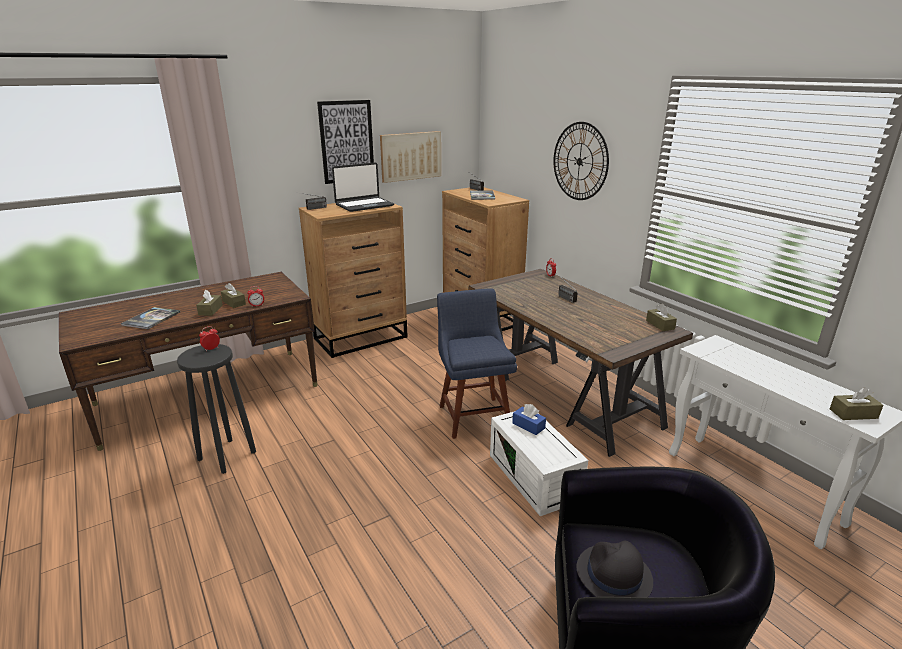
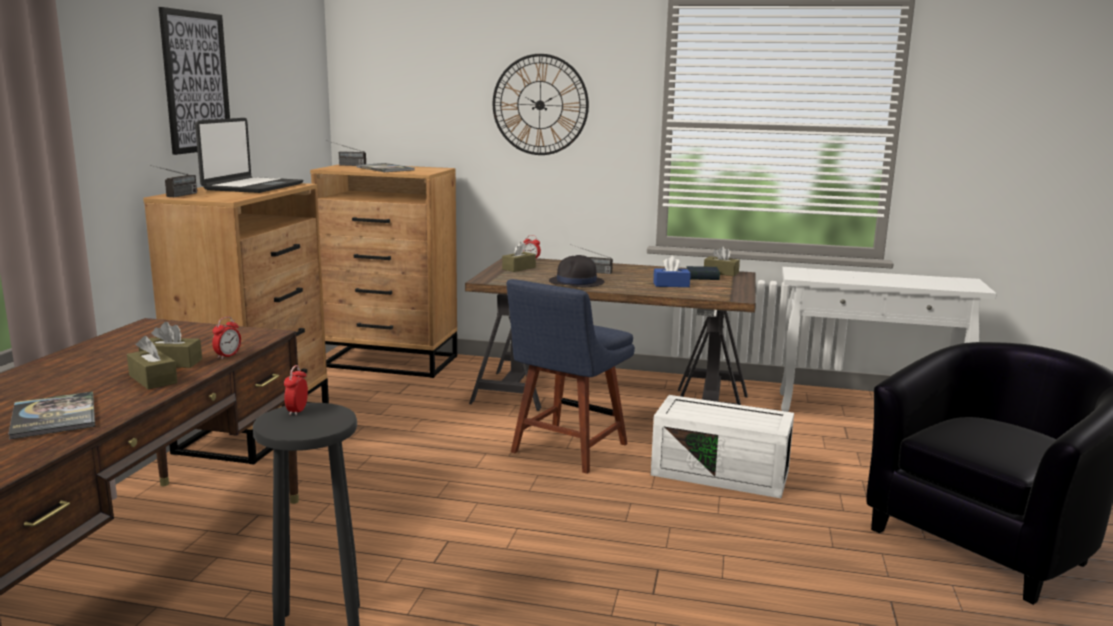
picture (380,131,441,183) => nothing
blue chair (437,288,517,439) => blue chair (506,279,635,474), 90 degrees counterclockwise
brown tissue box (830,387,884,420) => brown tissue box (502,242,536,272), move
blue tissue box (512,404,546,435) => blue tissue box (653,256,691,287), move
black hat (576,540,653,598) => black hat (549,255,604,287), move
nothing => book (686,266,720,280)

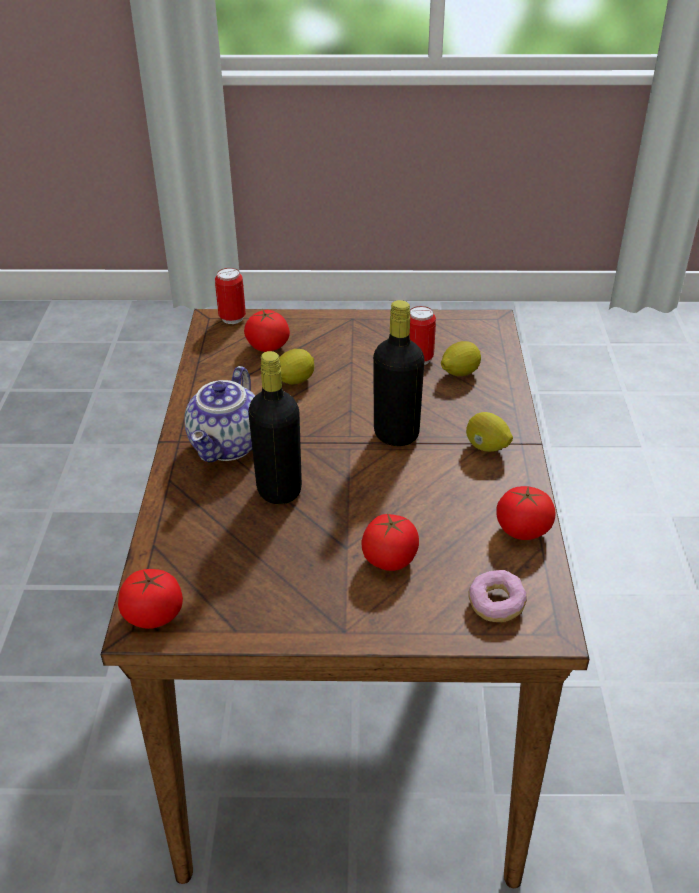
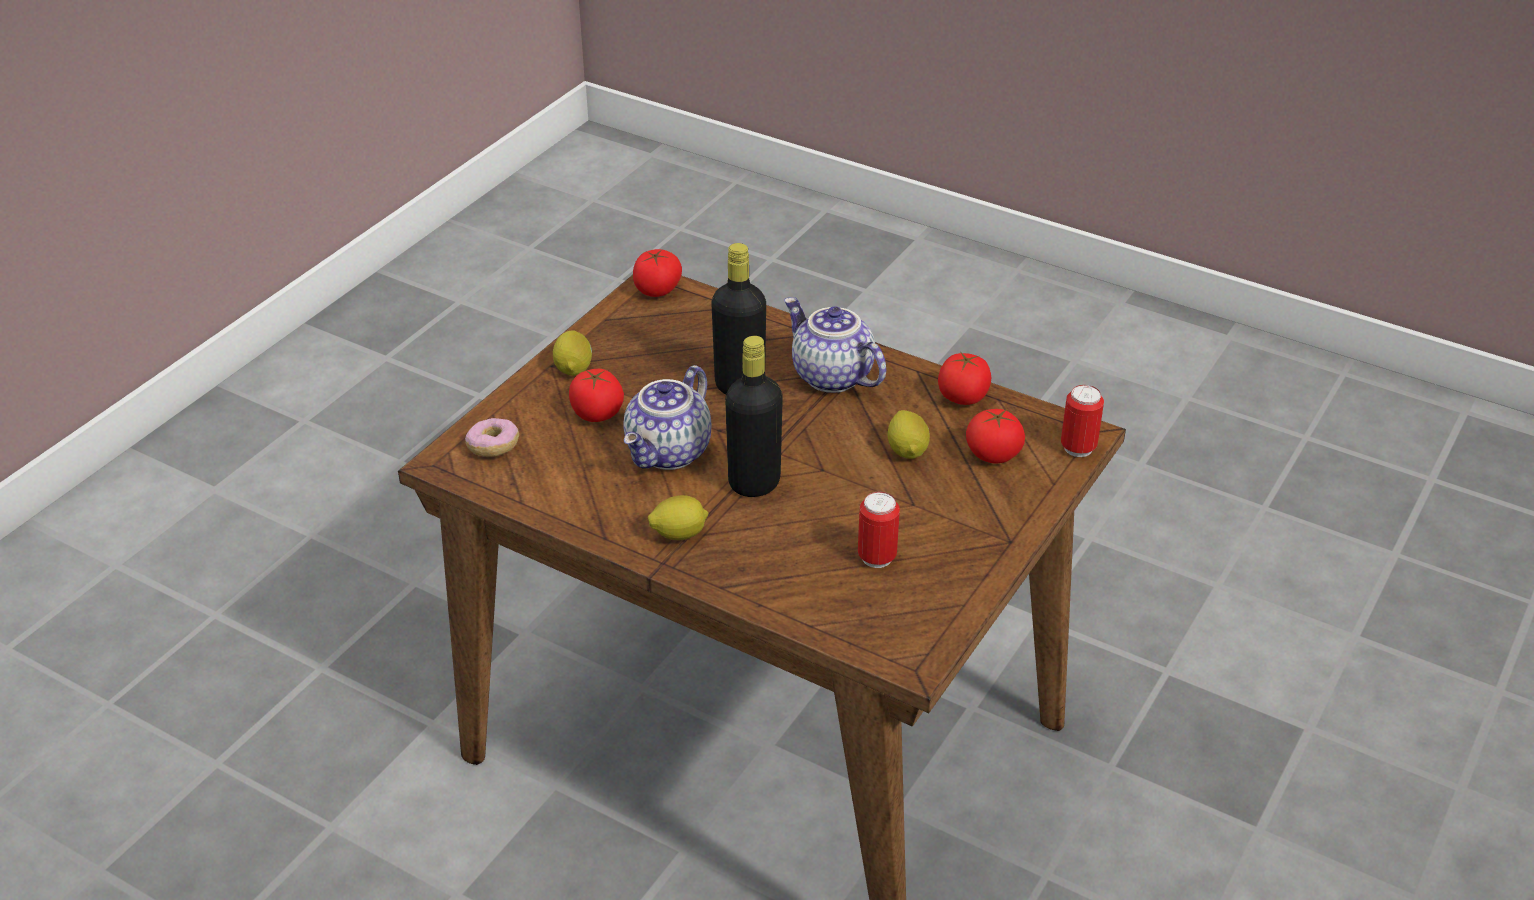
lemon (441,341,481,376) => lemon (553,330,592,376), move
tomato (496,486,556,540) => tomato (938,352,991,405), move
nothing => teapot (623,365,711,470)

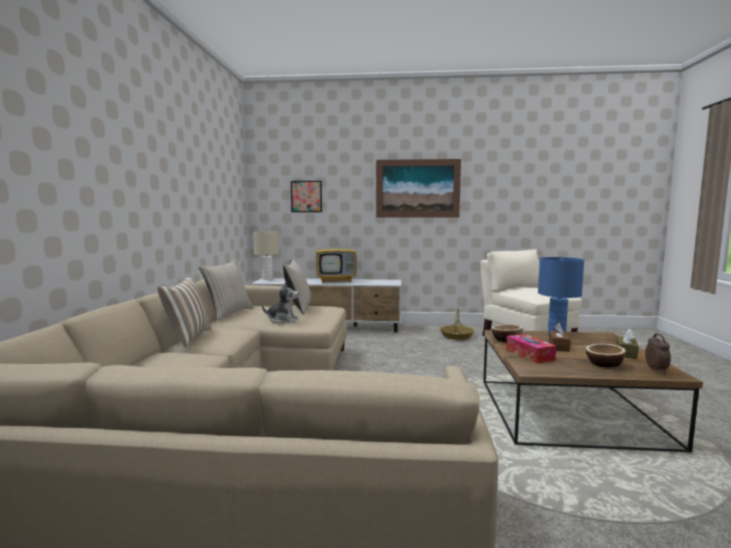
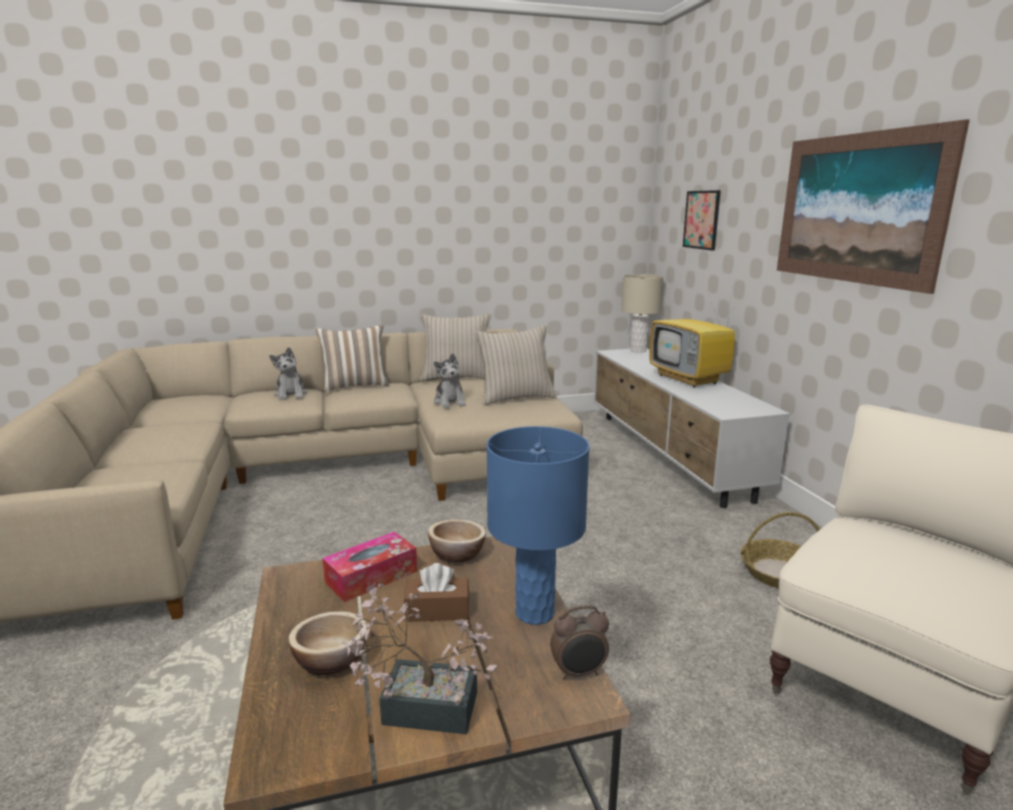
brown tissue box (616,329,639,359) => potted plant (343,583,497,734)
alarm clock (645,334,671,373) => alarm clock (550,605,609,680), move
nothing => plush toy (269,347,307,400)

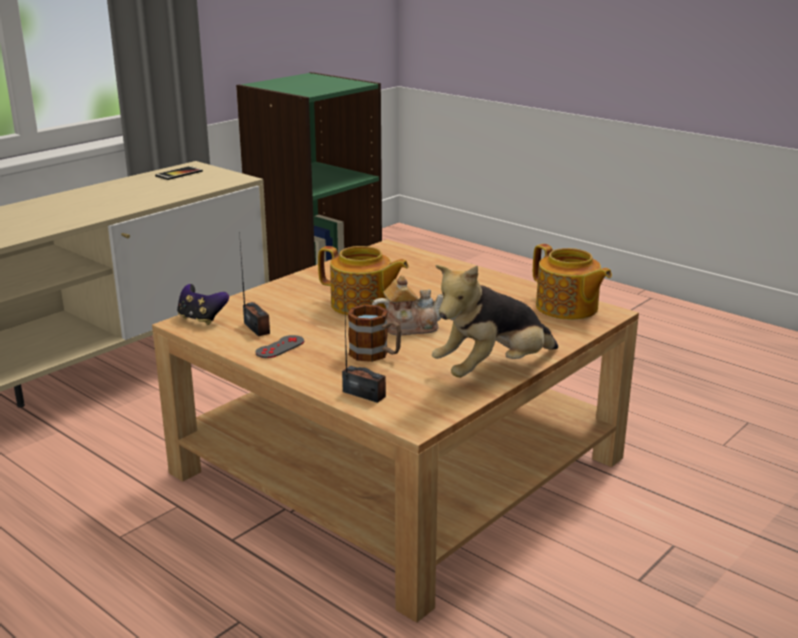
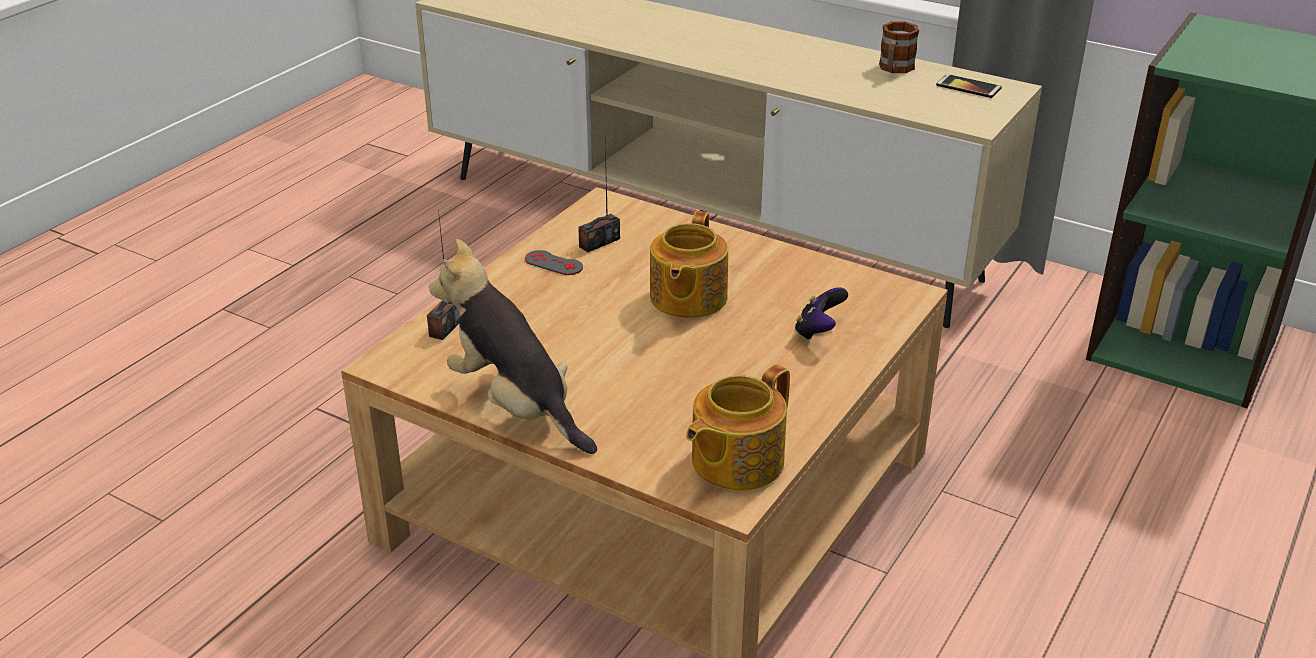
teapot (372,275,443,335) => nothing
game controller (177,284,229,325) => game controller (795,287,848,341), move
mug (348,305,402,362) => mug (879,21,919,73), move

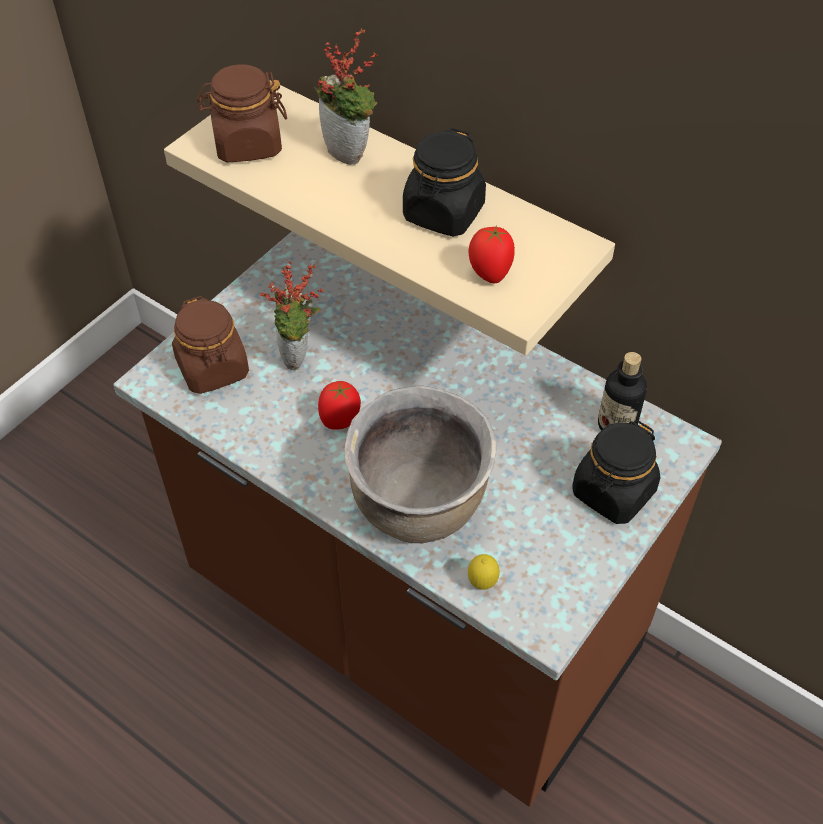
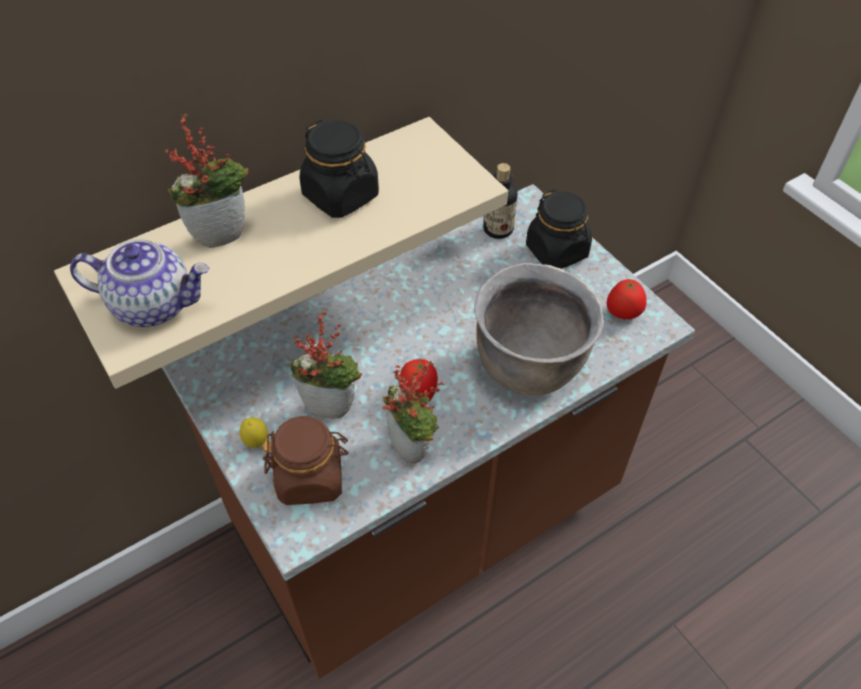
brown jar (197,64,287,162) => teapot (70,239,210,327)
tomato (469,225,515,283) => tomato (607,279,647,320), move
lemon (468,554,500,590) => lemon (240,417,268,448), move
nothing => potted plant (382,361,445,464)

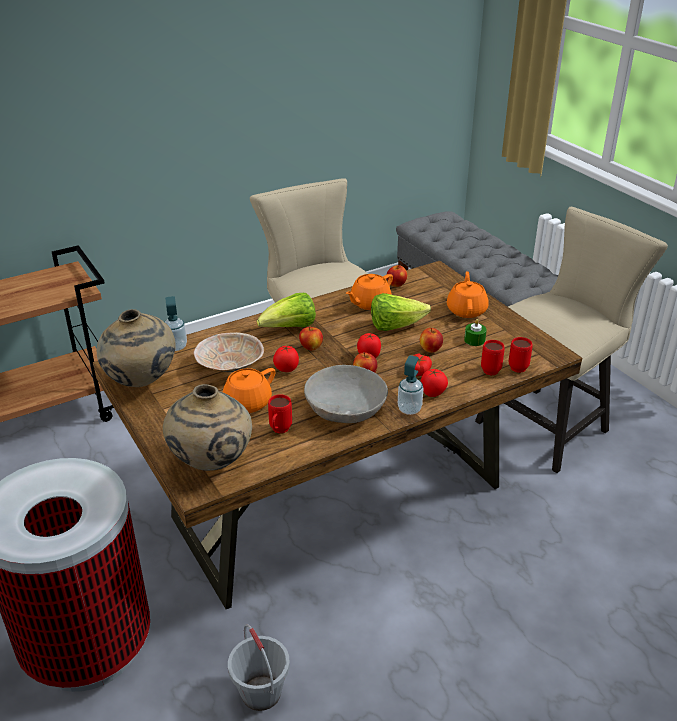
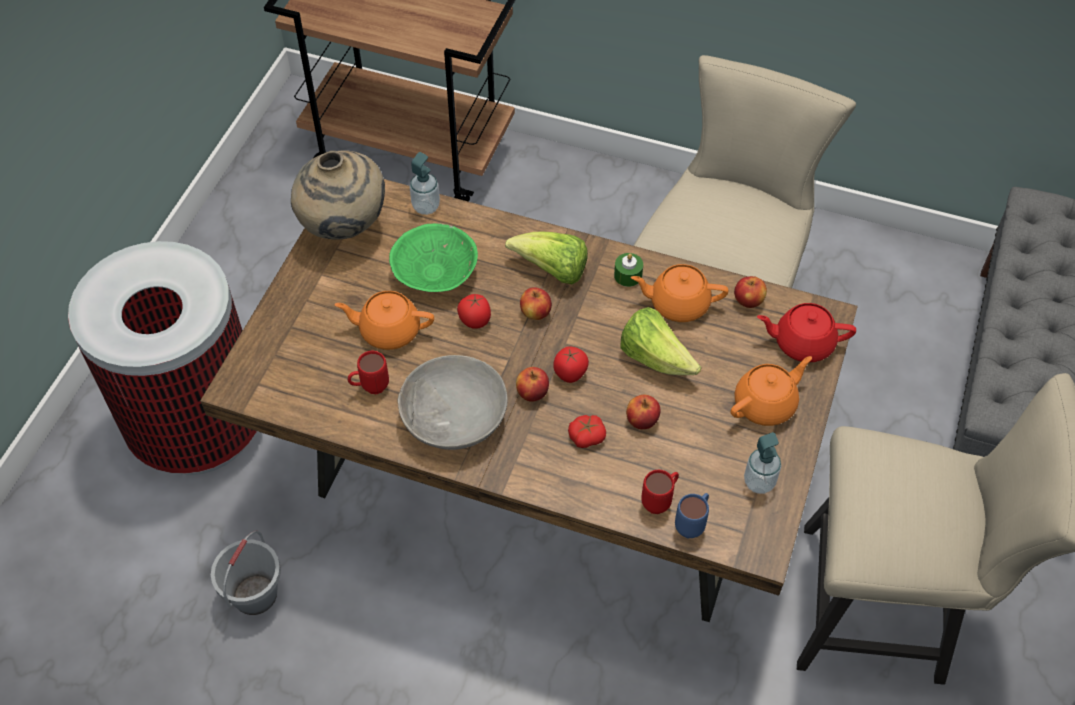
green candle (464,319,487,346) => green candle (614,253,643,287), move
beige bowl (193,332,264,372) => green bowl (389,223,478,292)
red mug (509,337,533,373) => blue mug (675,493,709,538)
soap dispenser (398,355,423,415) => soap dispenser (744,432,782,494), move
tomato (421,369,448,397) => nothing
beige vase (163,384,252,471) => nothing
nothing => red teapot (757,303,856,362)

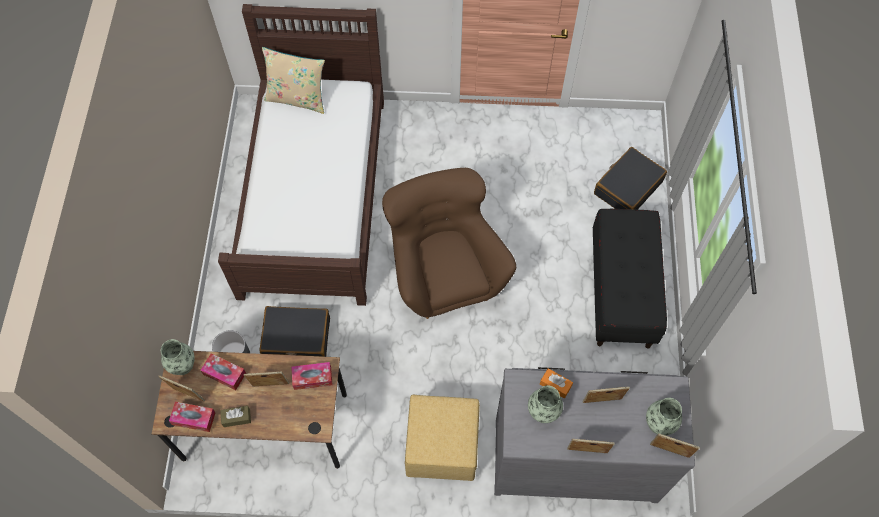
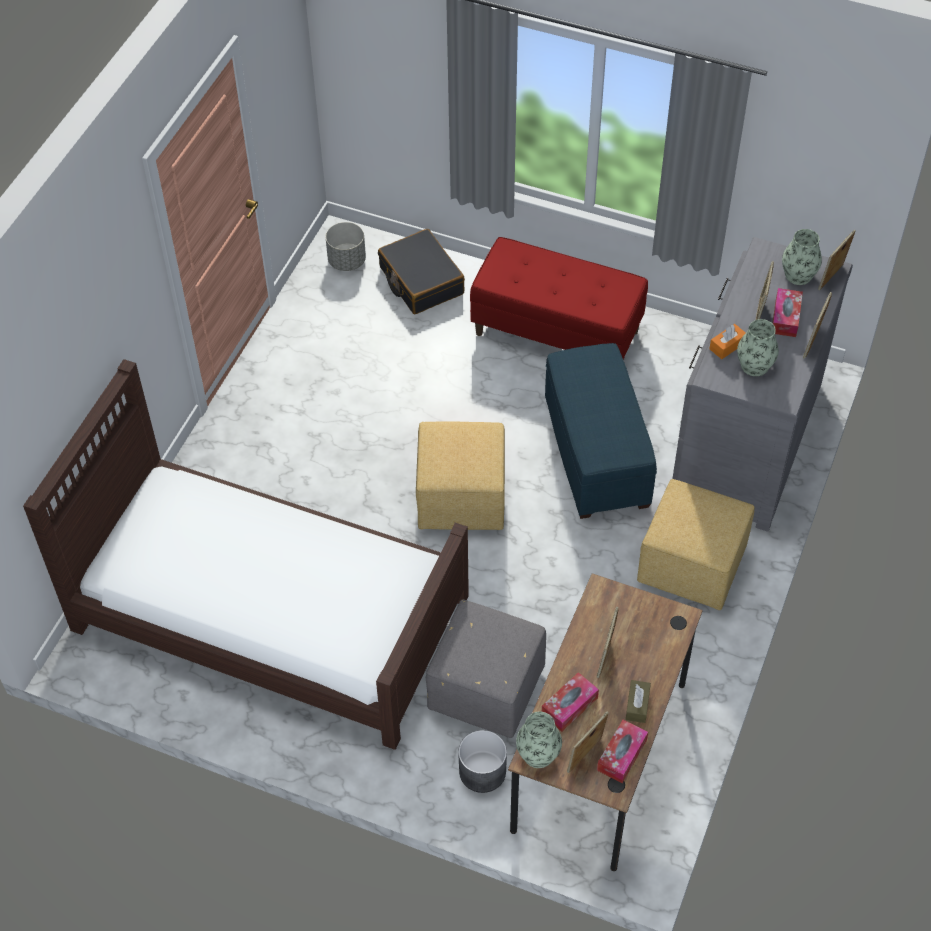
beige pillow (262,47,325,114) => nothing
brown armchair (382,168,516,319) => yellow ottoman (416,422,505,530)
black bench (593,209,667,348) => red bench (470,237,648,359)
black suitcase (259,306,330,357) => grey ottoman (426,599,546,738)
tissue box (291,362,333,390) => tissue box (772,288,803,337), move
nothing => grey planter (325,222,366,271)
nothing => blue ottoman (545,343,657,519)

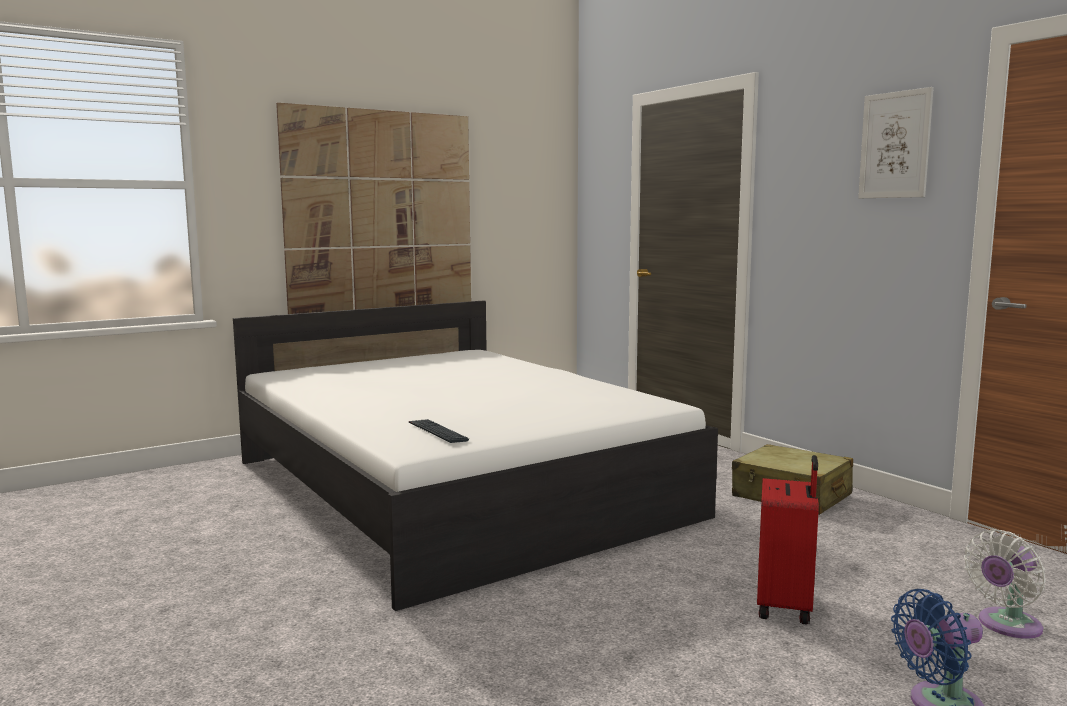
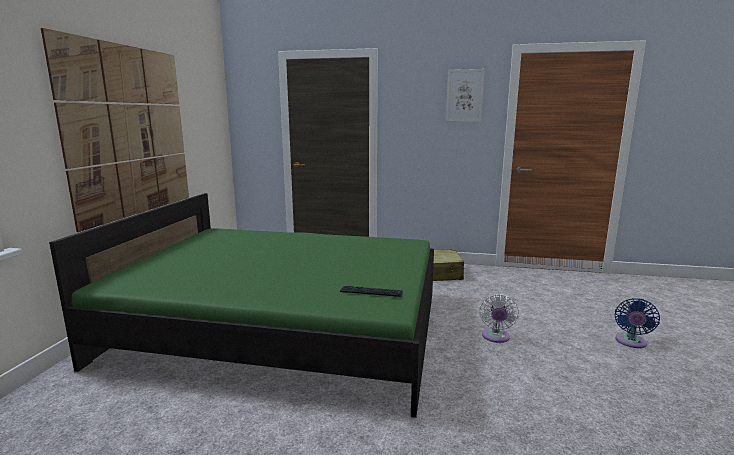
white bed (233,301,718,611) => green bed (49,193,434,418)
red suitcase (757,455,819,625) => nothing
white fan (964,530,1046,639) => white fan (480,294,519,343), move

